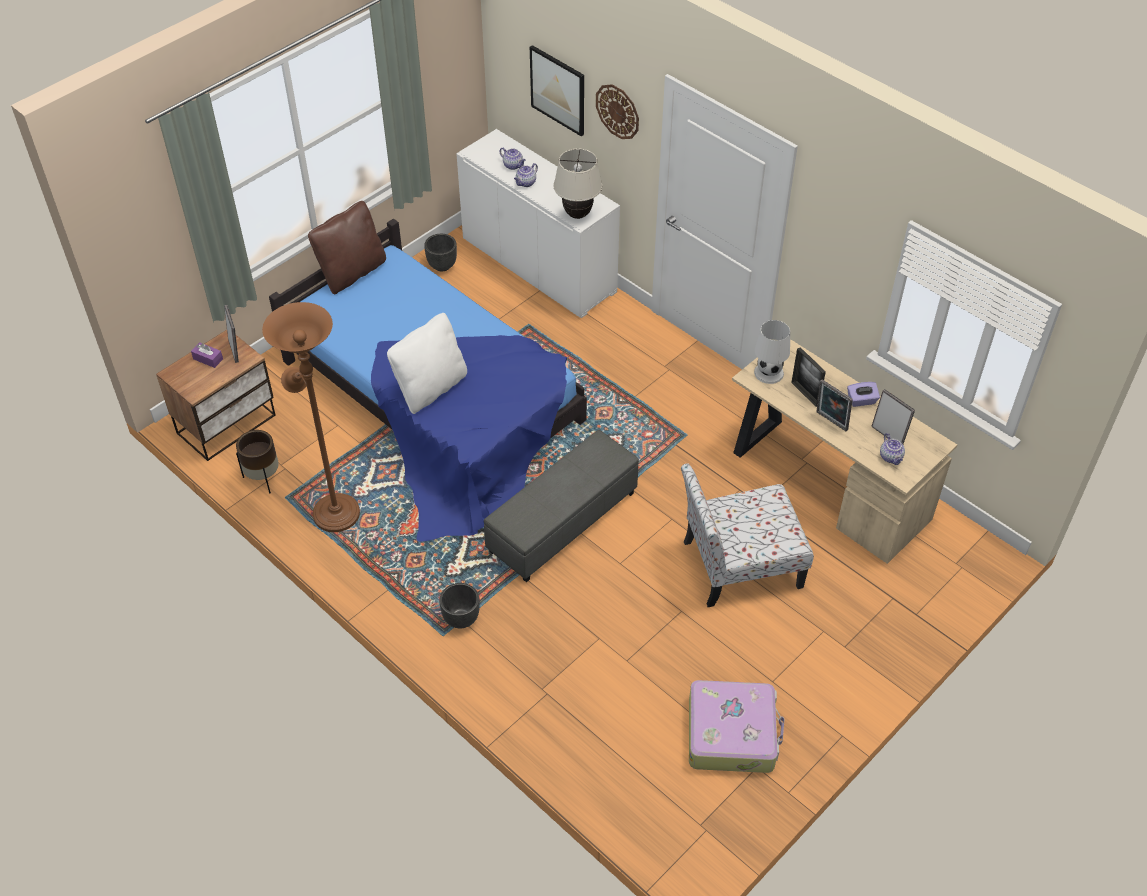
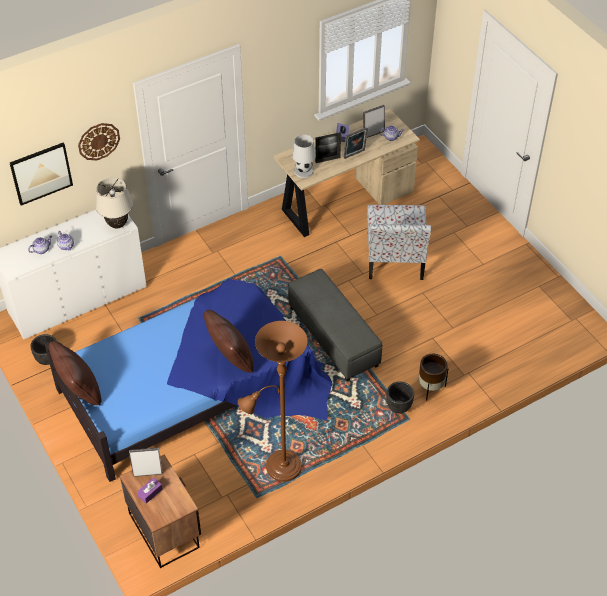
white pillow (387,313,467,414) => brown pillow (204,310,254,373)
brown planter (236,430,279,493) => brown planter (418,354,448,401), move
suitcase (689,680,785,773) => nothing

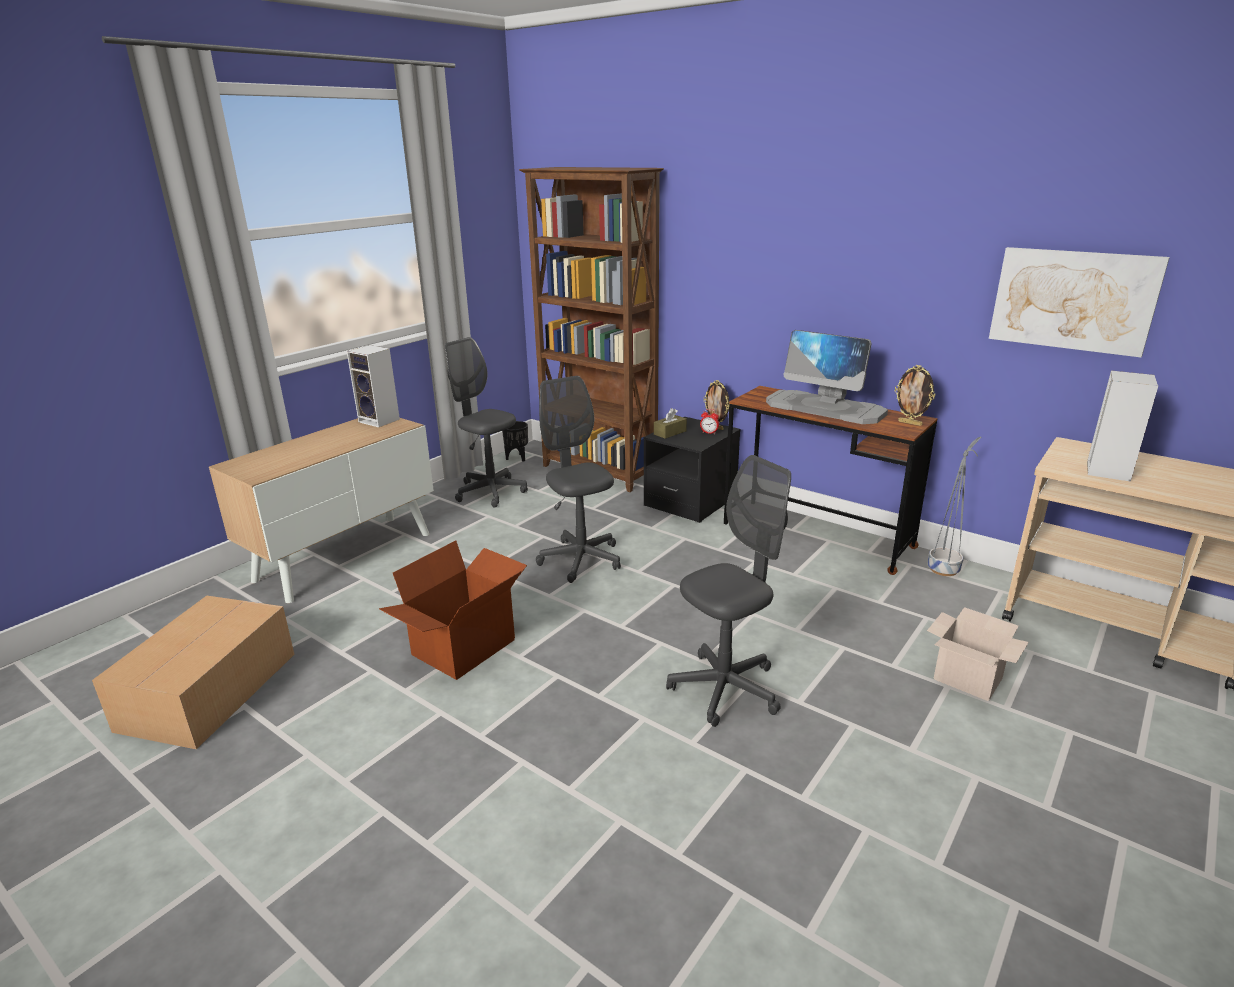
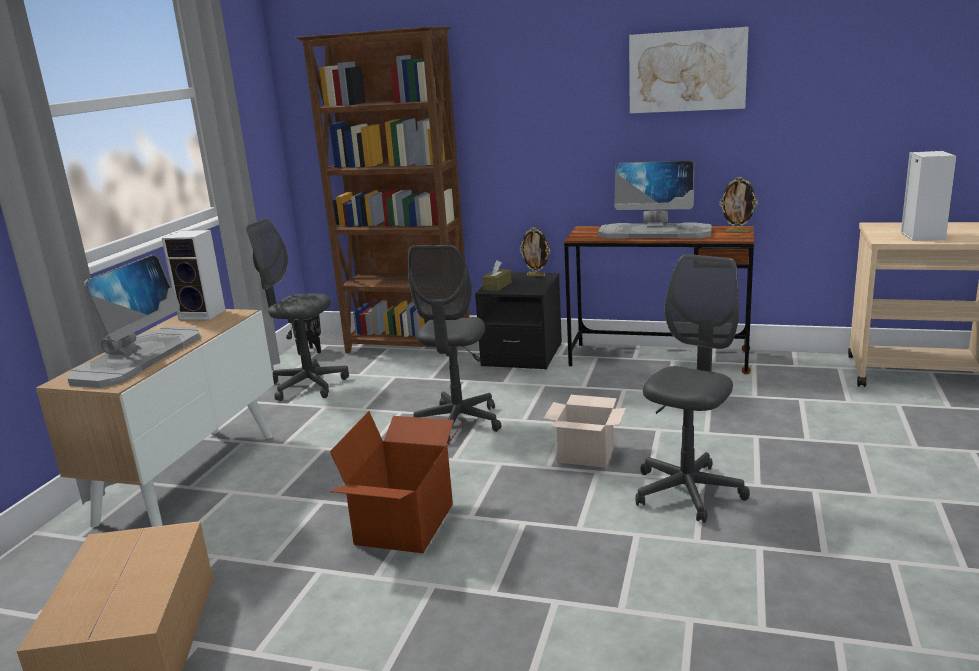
picture (989,247,1170,357) => picture (629,27,749,113), move
grey office chair (536,376,621,583) => grey office chair (408,245,501,444), 120 degrees counterclockwise
alarm clock (700,409,719,434) => nothing
grey planter (928,436,982,576) => nothing
cardboard box (927,607,1029,701) => cardboard box (544,395,626,468), move
nothing => monitor (67,254,201,388)

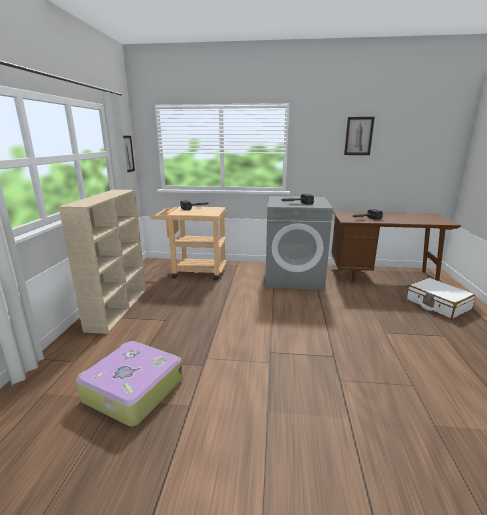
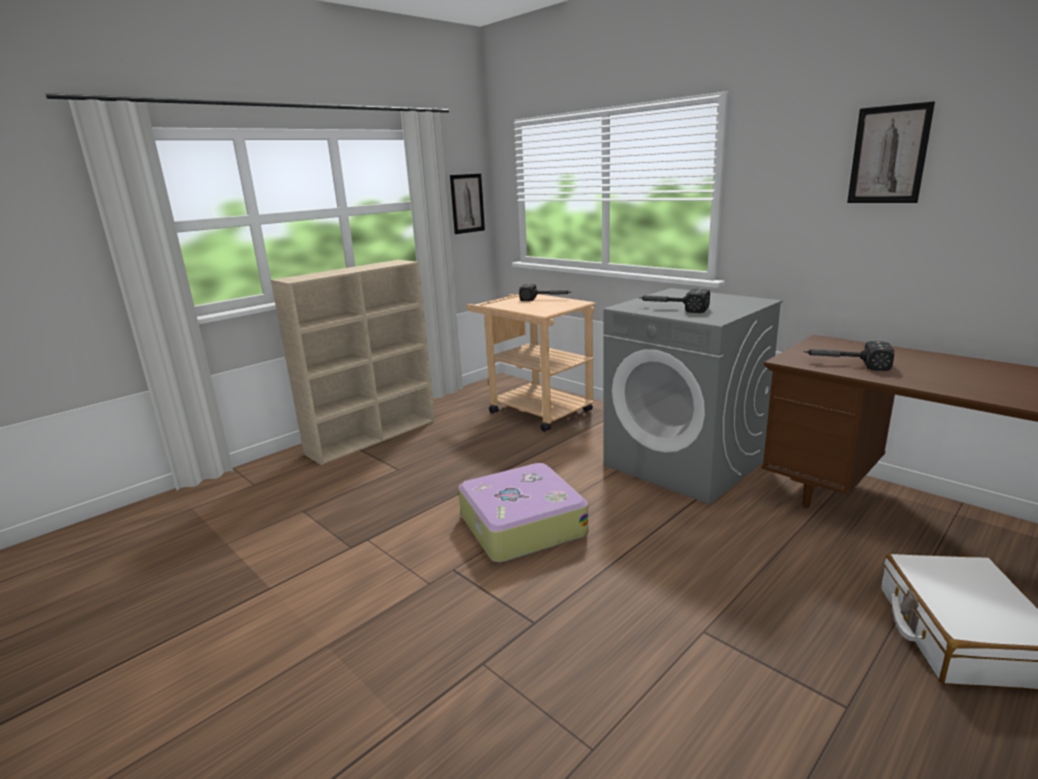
suitcase (76,341,183,427) => suitcase (458,463,588,562), move

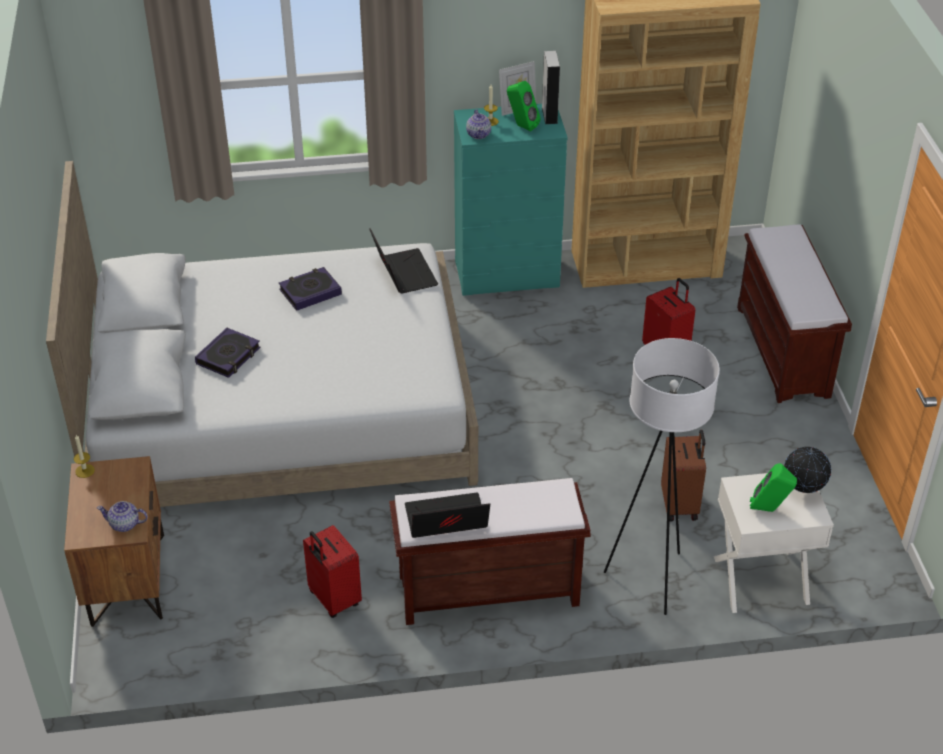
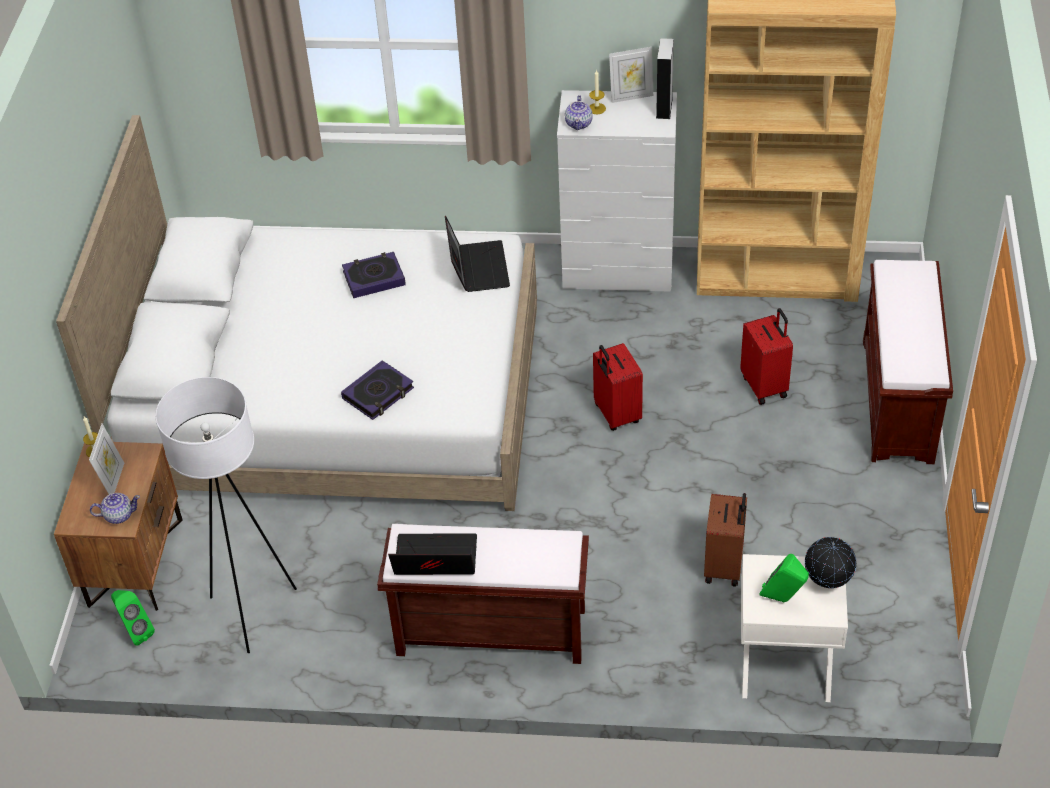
green speaker (507,81,541,131) => green speaker (111,590,155,646), move
turquoise dresser (454,104,568,296) => white dresser (557,90,677,292)
book (195,328,260,378) => book (341,360,414,420), move
white floor lamp (604,338,720,615) => white floor lamp (155,377,297,653), move
teapot (97,501,148,532) => teapot (90,493,140,524), 150 degrees clockwise
red suitcase (303,525,362,618) => red suitcase (593,343,643,431), move
nothing => picture frame (89,424,124,494)

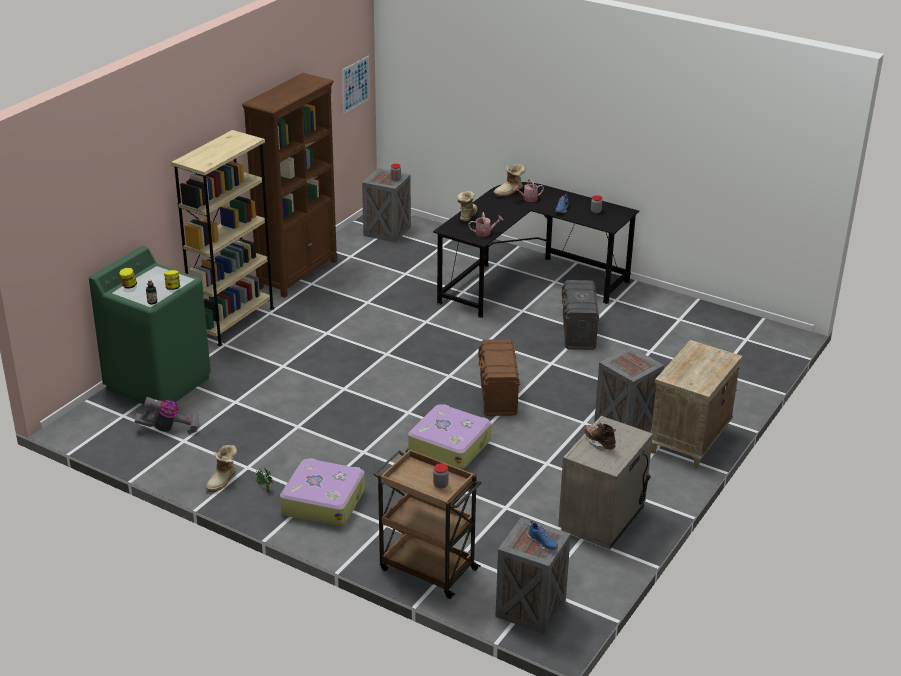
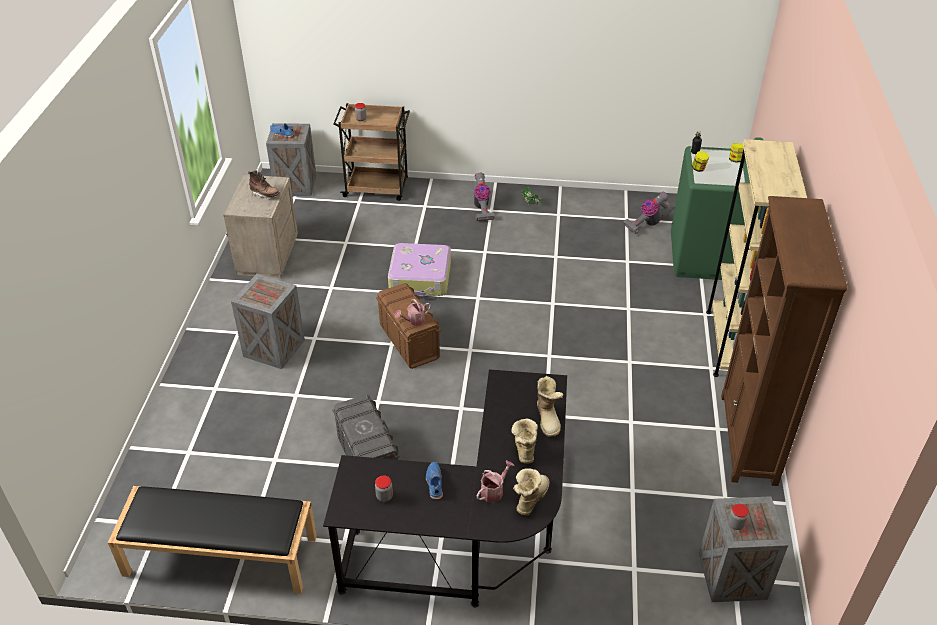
picture (342,56,370,114) => nothing
watering can (469,212,503,237) => watering can (395,299,431,326), move
beige nightstand (651,340,742,469) => nothing
boot (205,445,237,492) => boot (511,418,538,464), move
suitcase (280,458,365,526) => vacuum cleaner (473,173,495,221)
nothing => black bench (108,486,317,594)

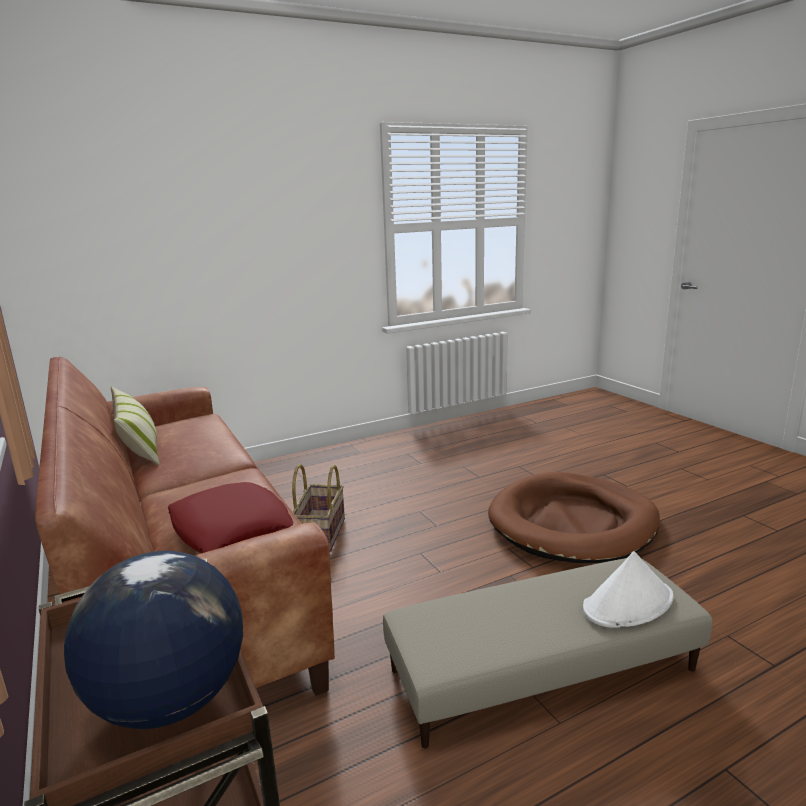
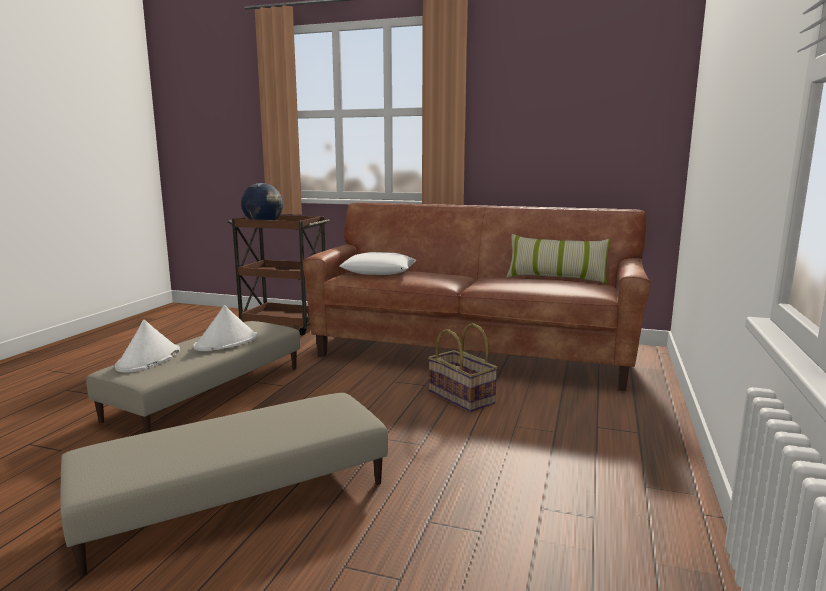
brown dog bed (488,472,660,563) => beige ottoman (60,393,388,577)
red pillow (168,482,293,553) => white pillow (340,252,417,275)
nothing => white hat (193,305,257,351)

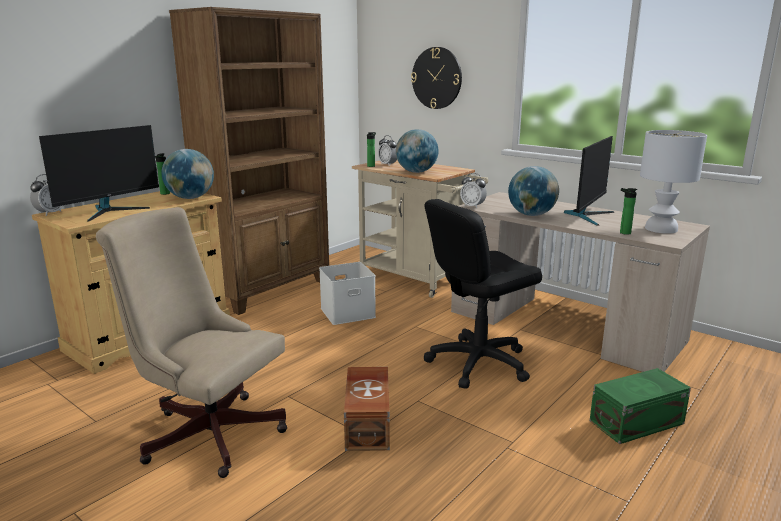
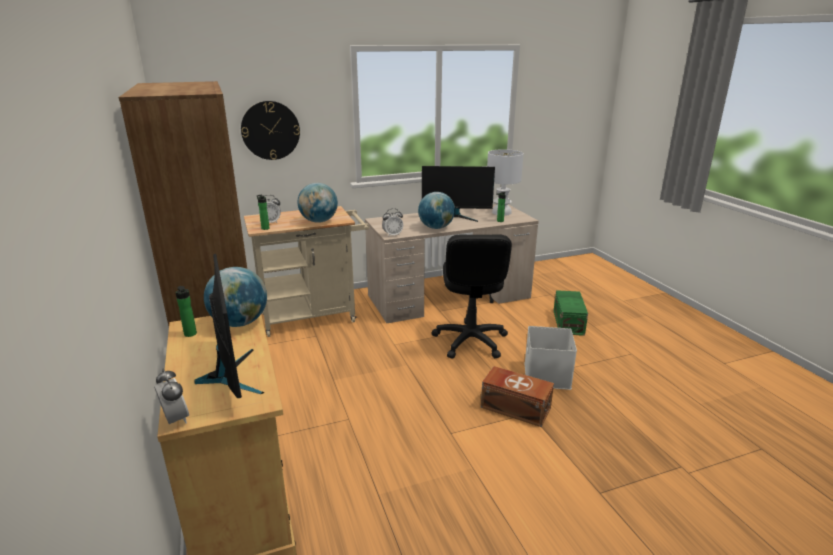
monitor (564,136,614,226) => monitor (422,166,495,222), 120 degrees clockwise
beige office chair (96,207,287,478) => nothing
white storage box (319,262,376,325) => white storage box (524,326,577,390), move

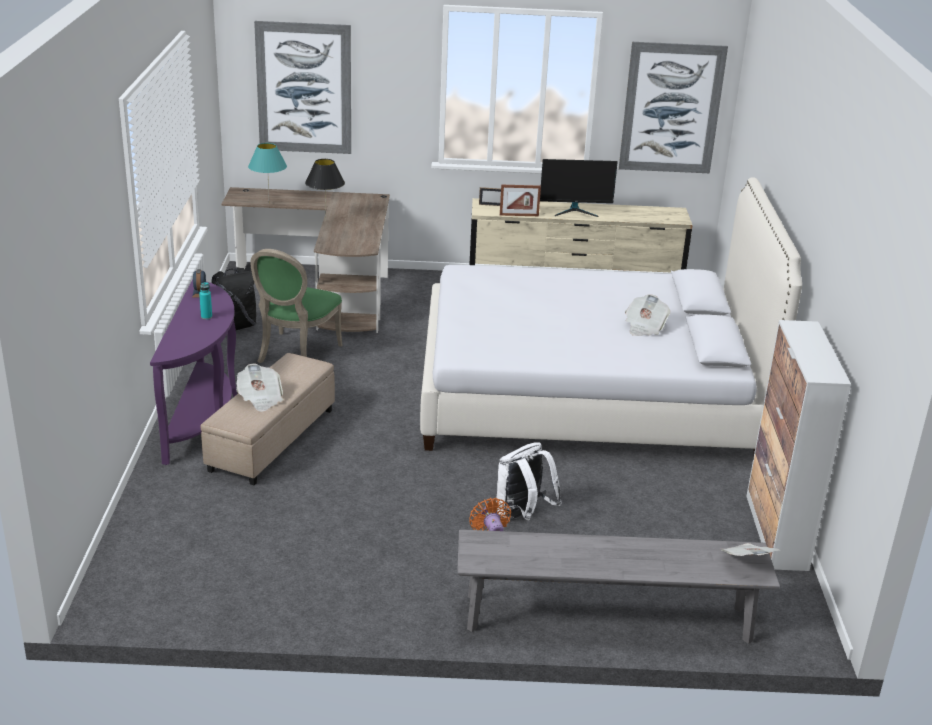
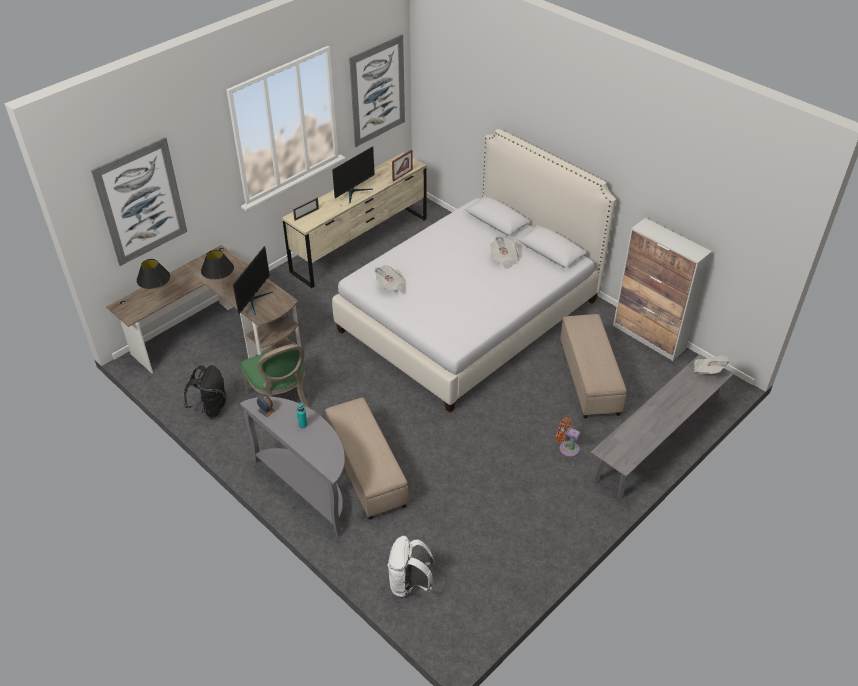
turquoise table lamp (248,143,287,195) => black table lamp (136,259,170,302)
picture frame (500,185,541,216) => picture frame (392,149,413,182), move
purple console table (150,279,237,465) => grey console table (240,397,345,537)
newspaper (237,363,283,412) => newspaper (375,265,405,293), move
white backpack (496,442,562,520) => white backpack (387,536,434,598), move
nothing => monitor (233,246,273,315)
nothing => beige ottoman (560,314,627,419)

